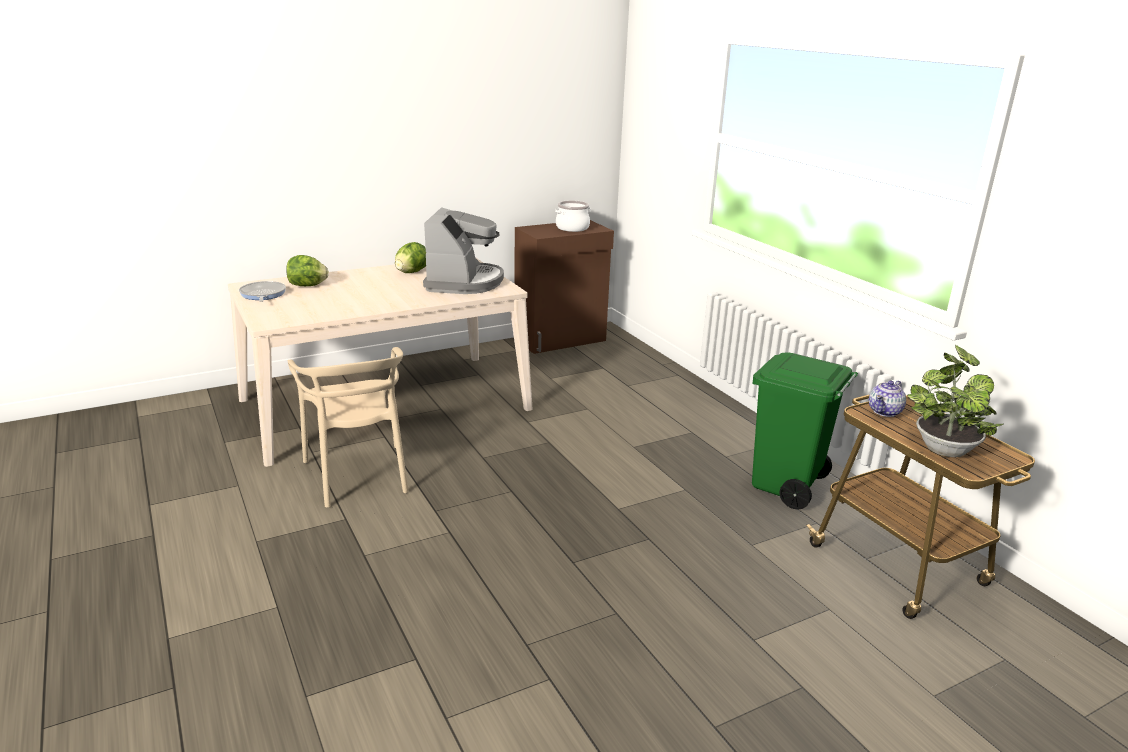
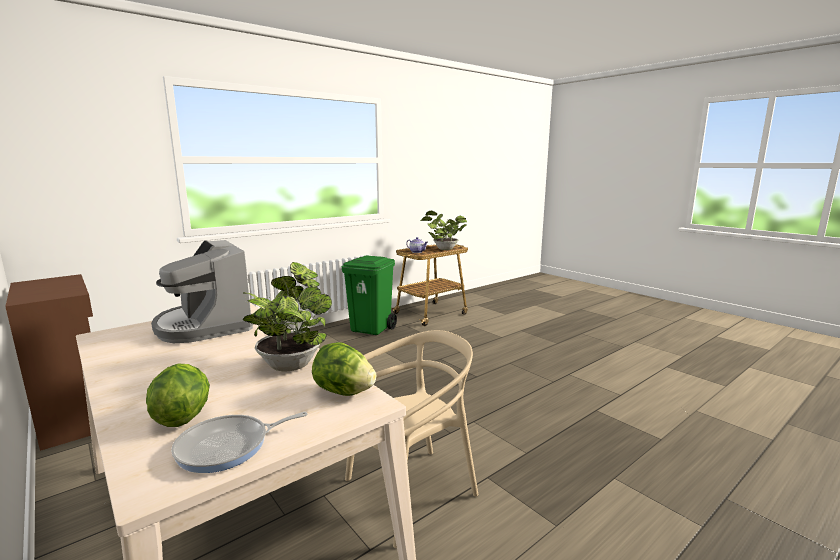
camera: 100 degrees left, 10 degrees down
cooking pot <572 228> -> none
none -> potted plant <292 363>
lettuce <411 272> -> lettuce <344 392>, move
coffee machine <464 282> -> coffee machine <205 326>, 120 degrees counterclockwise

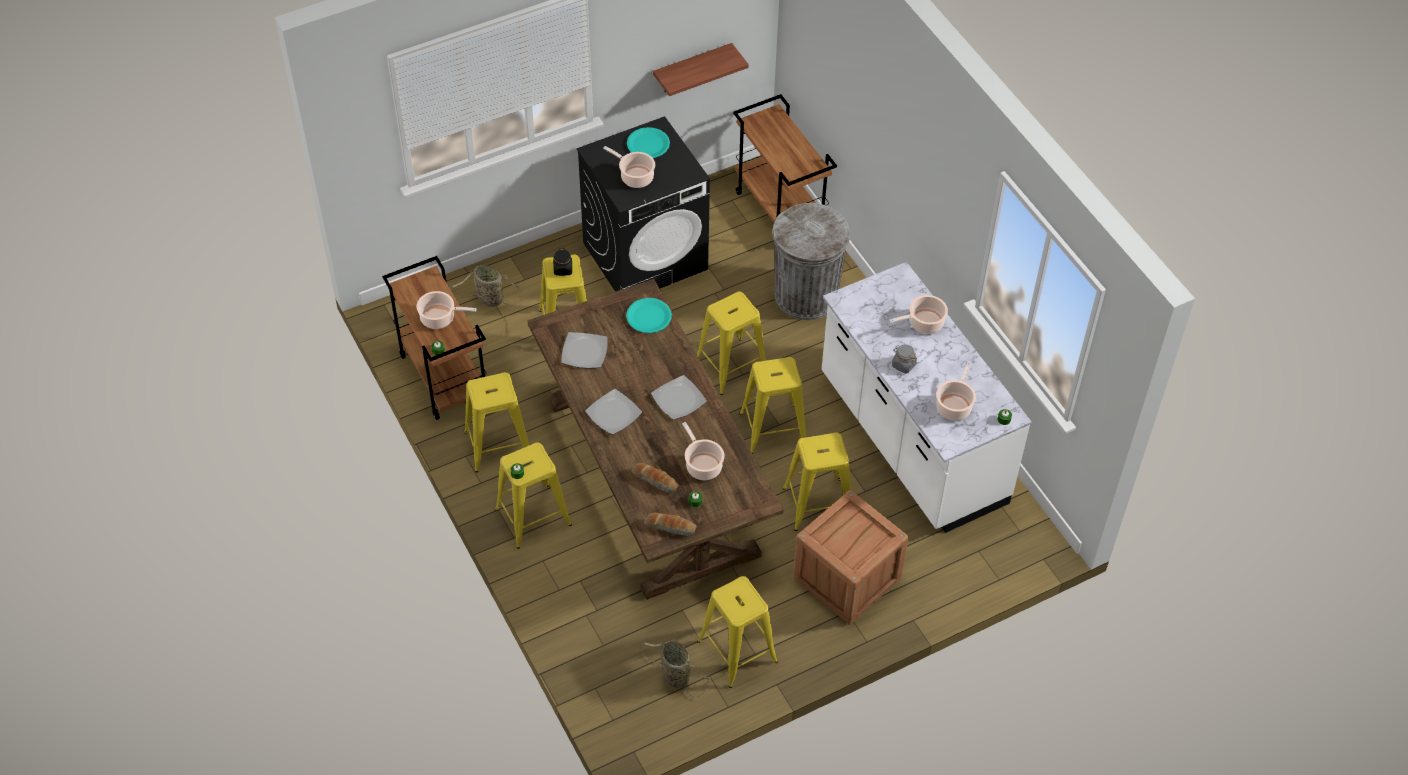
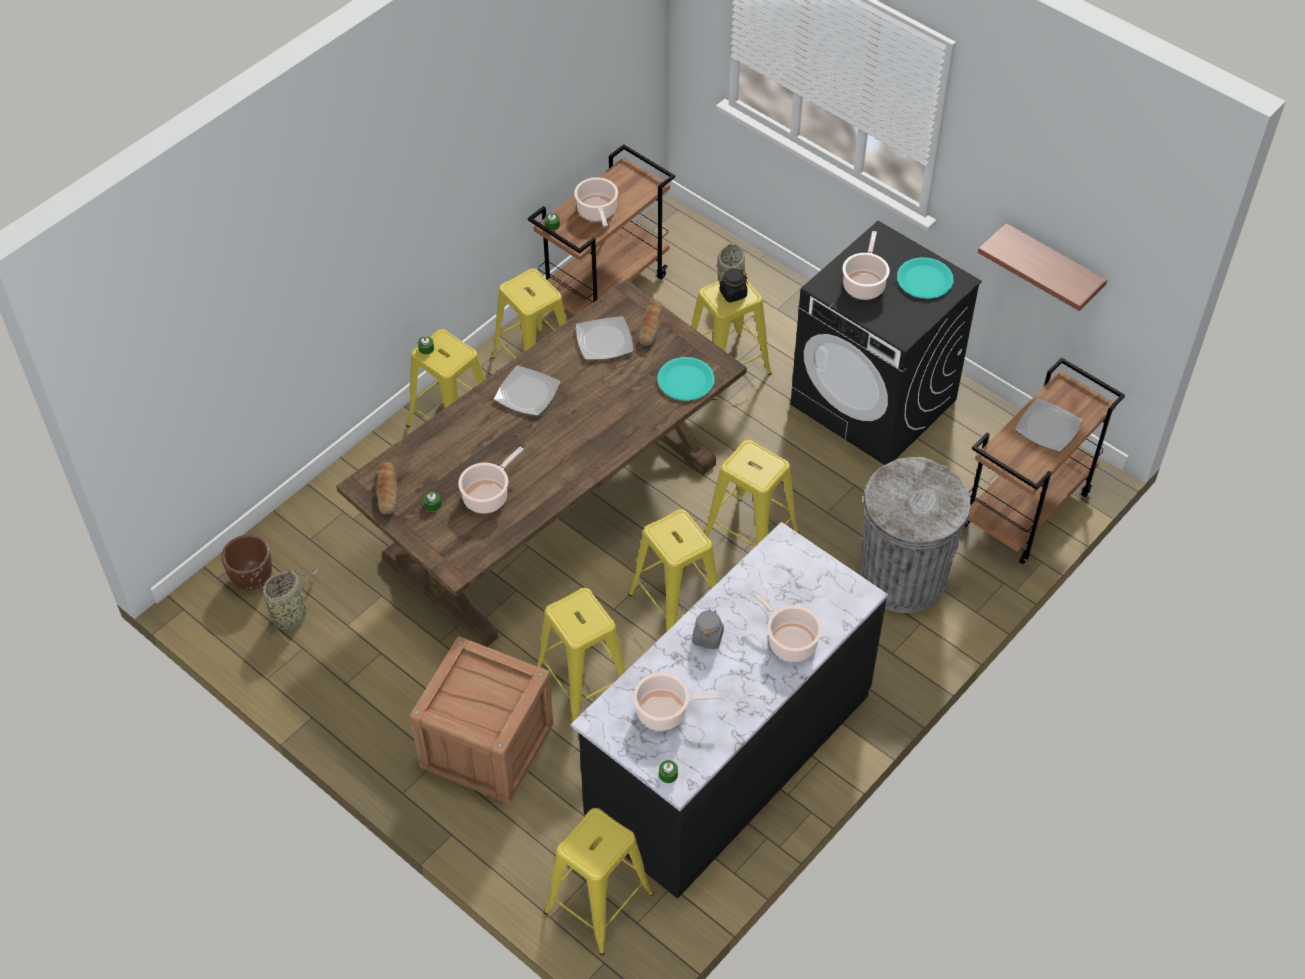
camera: 70 degrees right, 0 degrees up
none -> brown planter <252 578>
bread <655 480> -> bread <651 327>, move
plate <678 399> -> plate <1048 427>, move
yellow stool <737 651> -> yellow stool <598 902>, move
white counter <911 441> -> black counter <727 756>

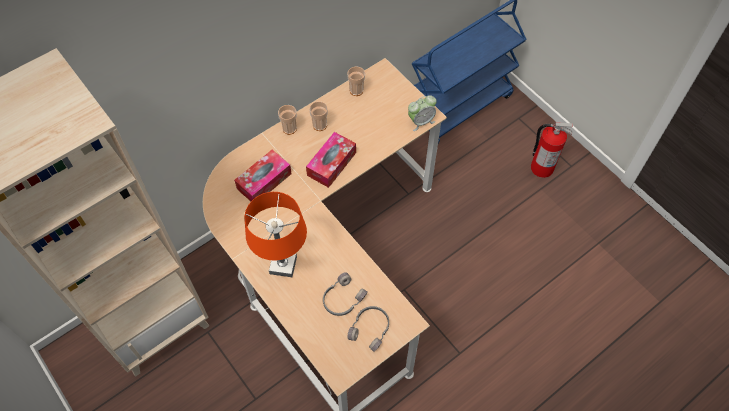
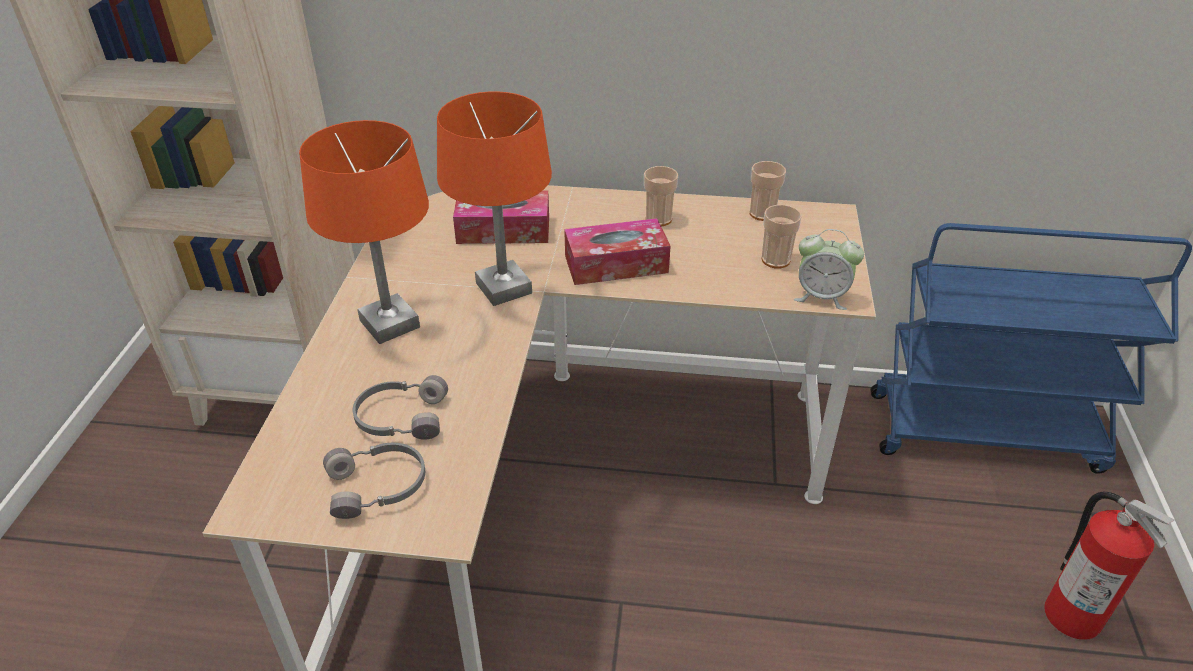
camera: 45 degrees right, 20 degrees down
none -> orange table lamp <503 288>
cup <289 128> -> cup <775 260>, move

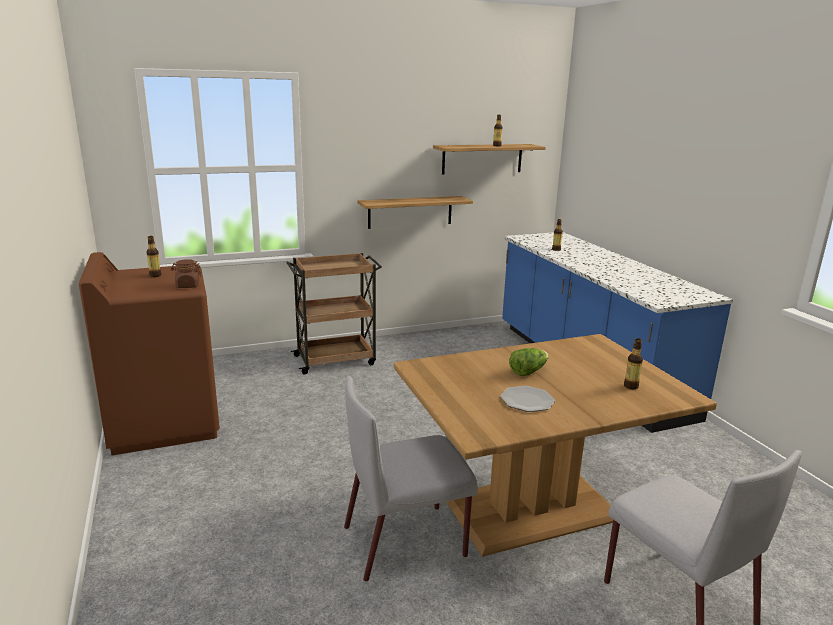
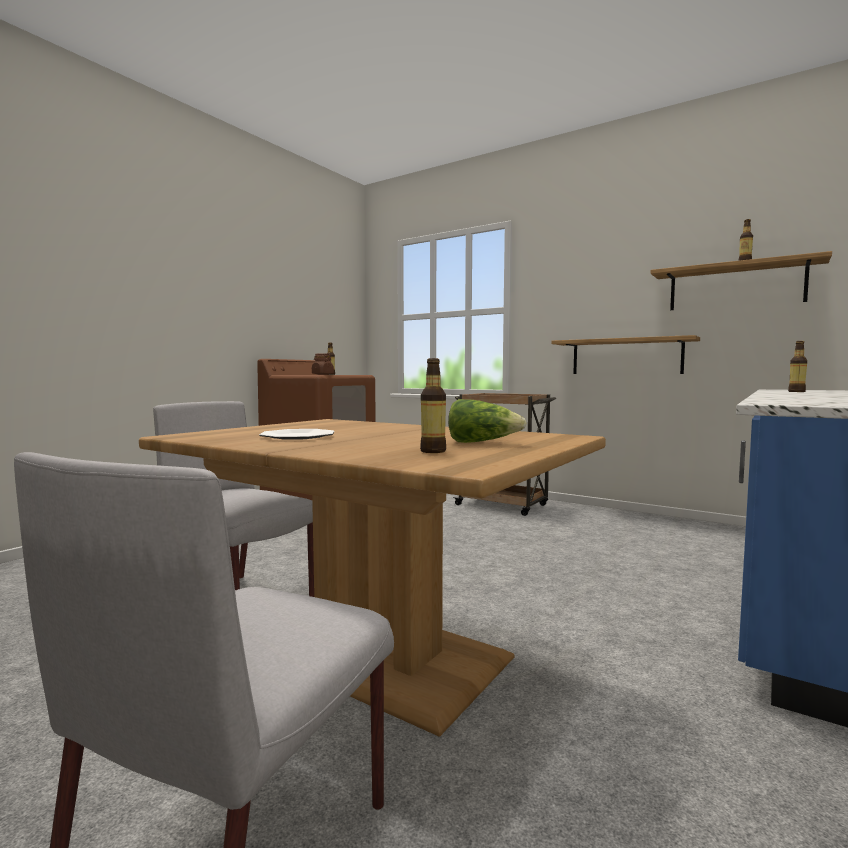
camera: 55 degrees right, 15 degrees down
lettuce <528 371> -> lettuce <482 443>, move

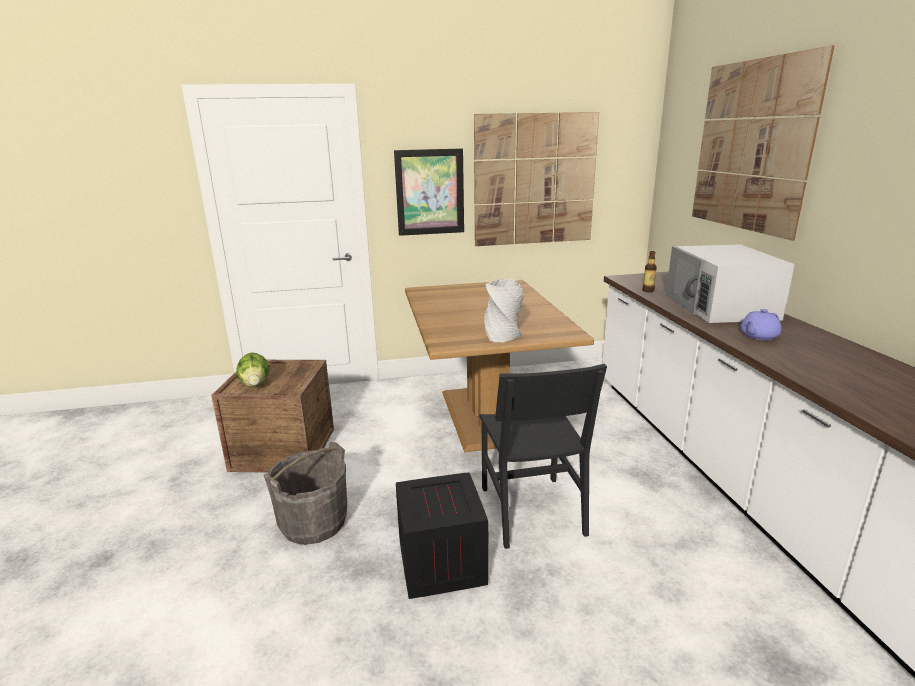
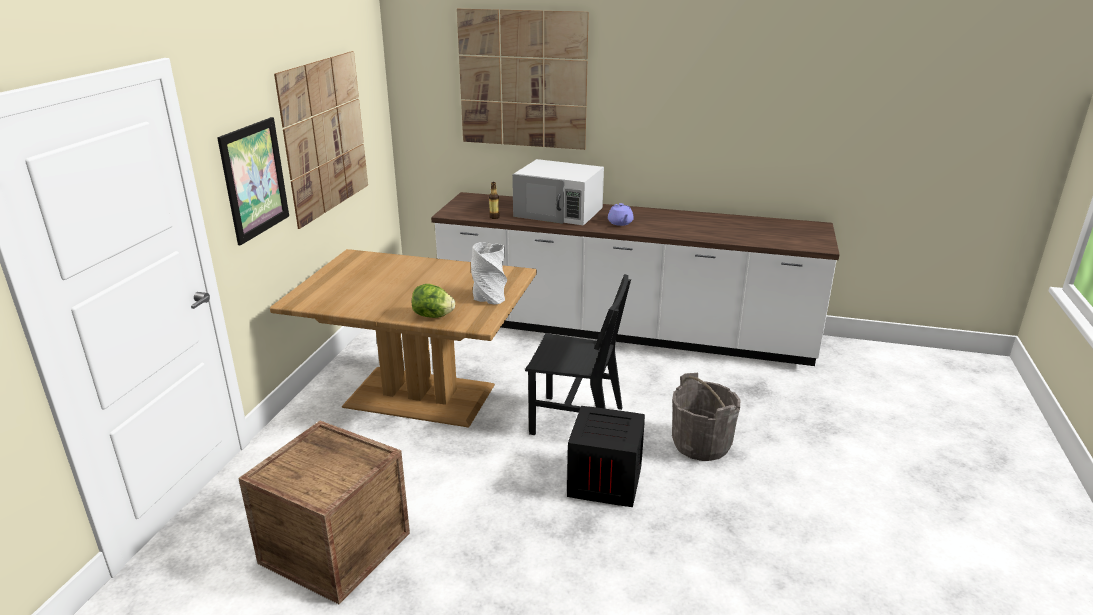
camera: 65 degrees left, 5 degrees up
lettuce <255 384> -> lettuce <433 316>, move
grey bucket <314 523> -> grey bucket <701 444>, move

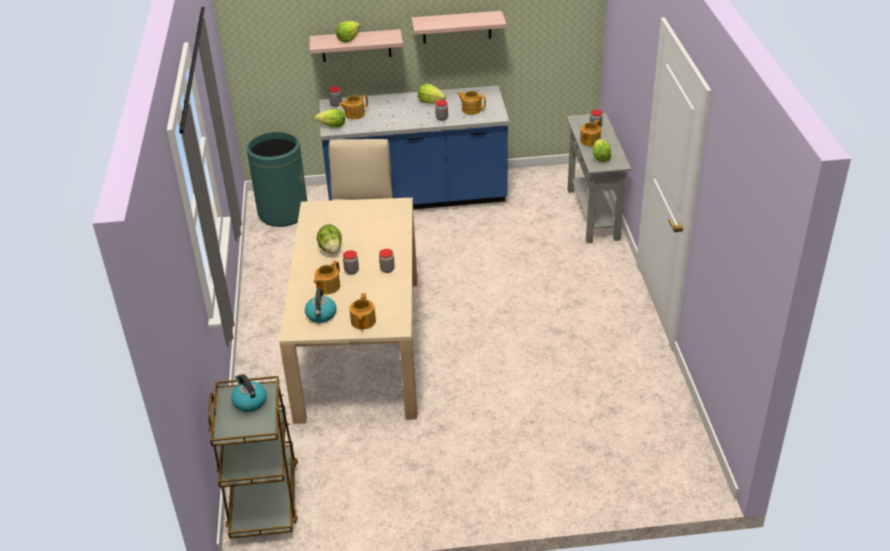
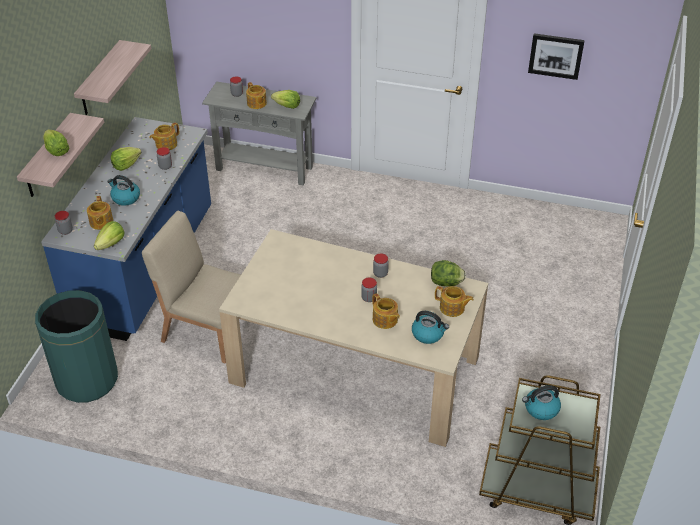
camera: 70 degrees left, 5 degrees up
none -> kettle <125 198>
none -> picture <556 55>
lettuce <331 249> -> lettuce <446 283>, move

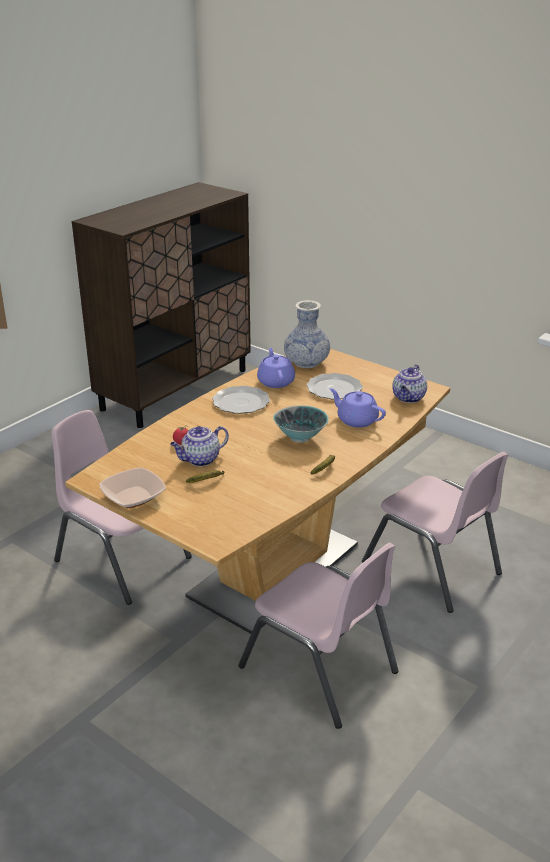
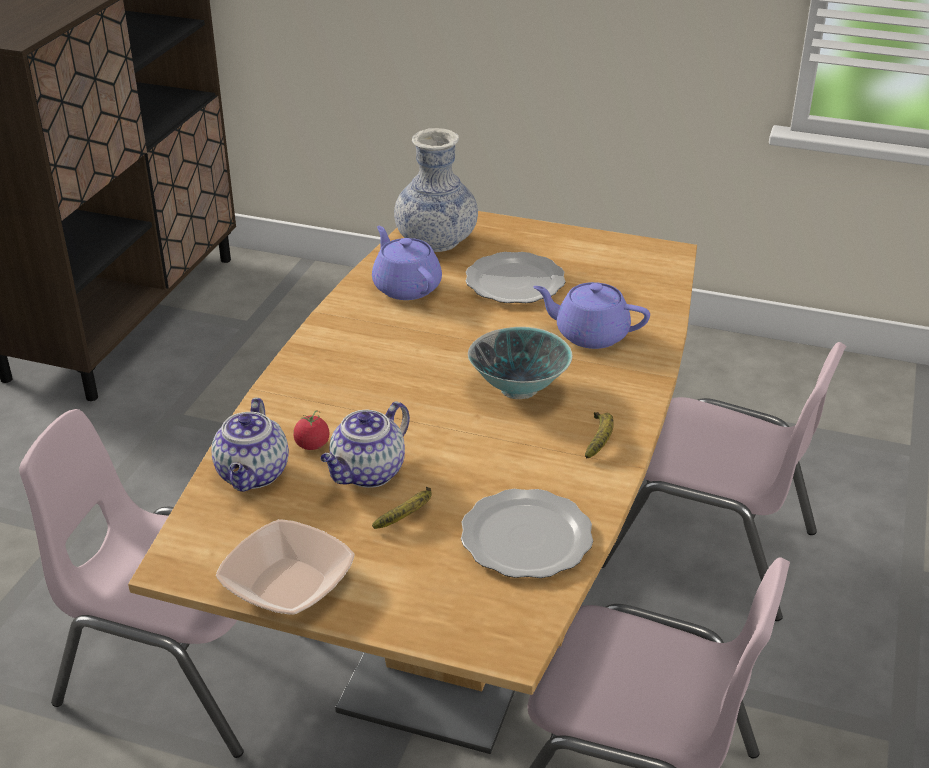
camera: 20 degrees left, 5 degrees up
plate <240 402> -> plate <524 538>, move
teapot <408 398> -> teapot <253 475>, move

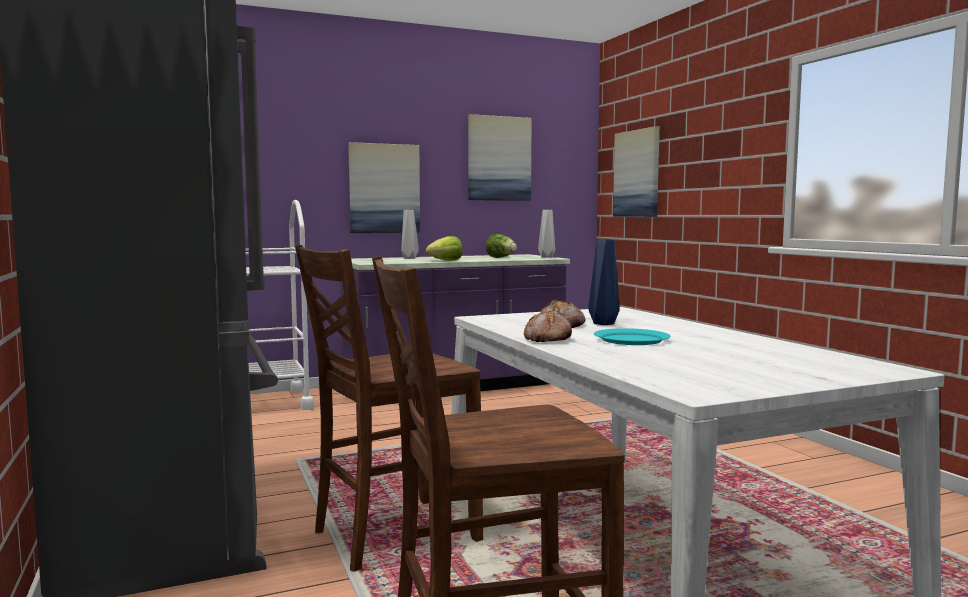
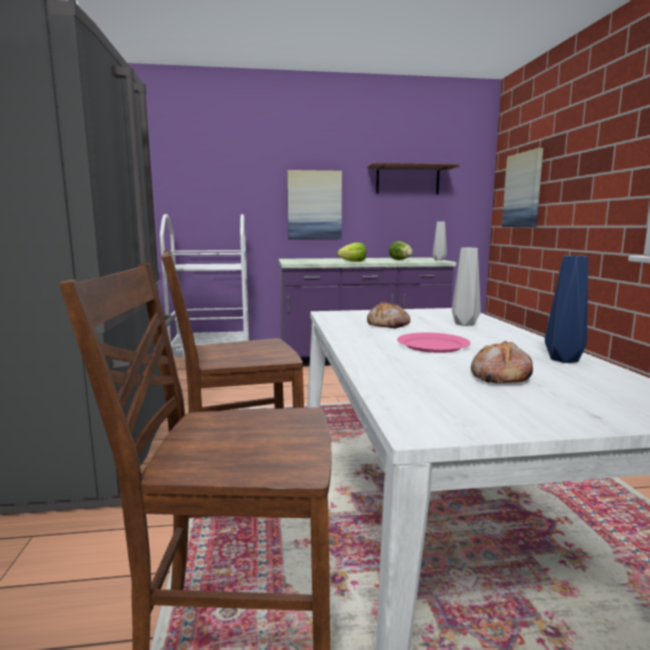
camera: 15 degrees right, 5 degrees up
grey vase <409 258> -> grey vase <465 324>, move
bread <546 339> -> bread <499 376>, move
blue vase <602 323> -> blue vase <562 359>, move
picture <499 158> -> shelf <407 180>
turquoise plate <631 340> -> pink plate <432 345>

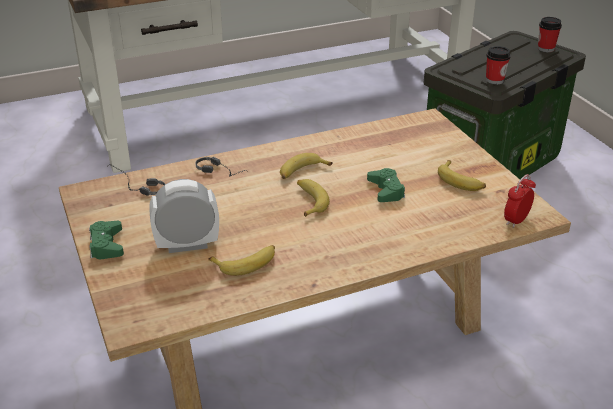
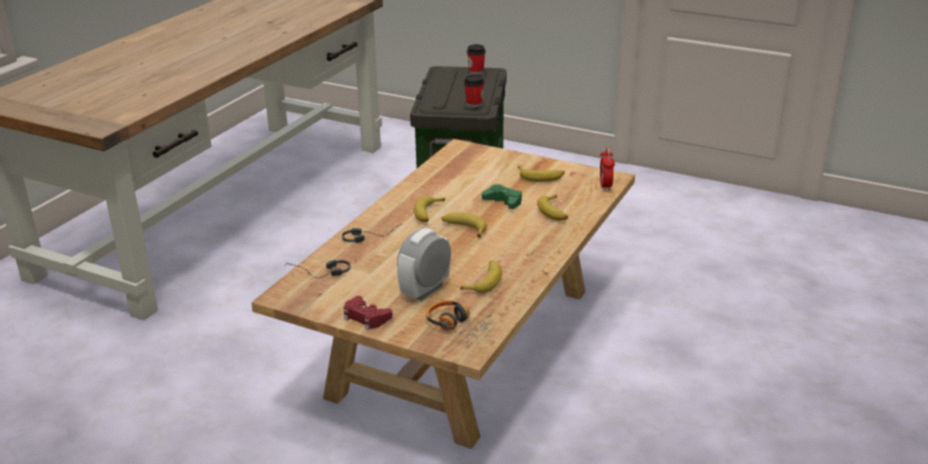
camera: 40 degrees left, 5 degrees down
none -> headphones <457 326>
none -> banana <554 212>
green game controller <107 245> -> red game controller <366 317>

